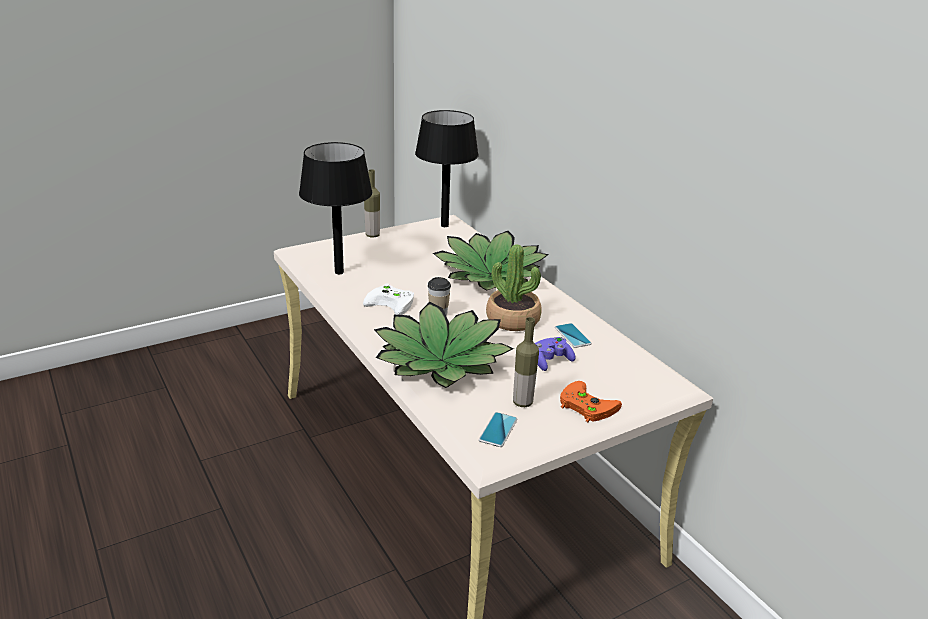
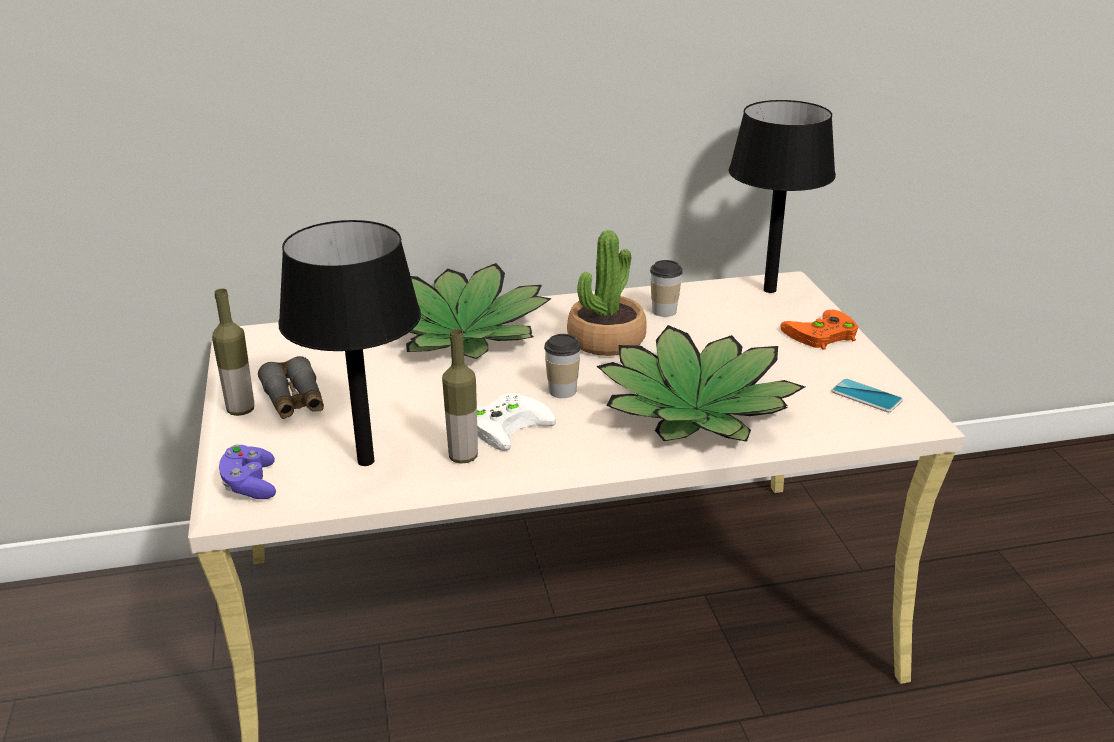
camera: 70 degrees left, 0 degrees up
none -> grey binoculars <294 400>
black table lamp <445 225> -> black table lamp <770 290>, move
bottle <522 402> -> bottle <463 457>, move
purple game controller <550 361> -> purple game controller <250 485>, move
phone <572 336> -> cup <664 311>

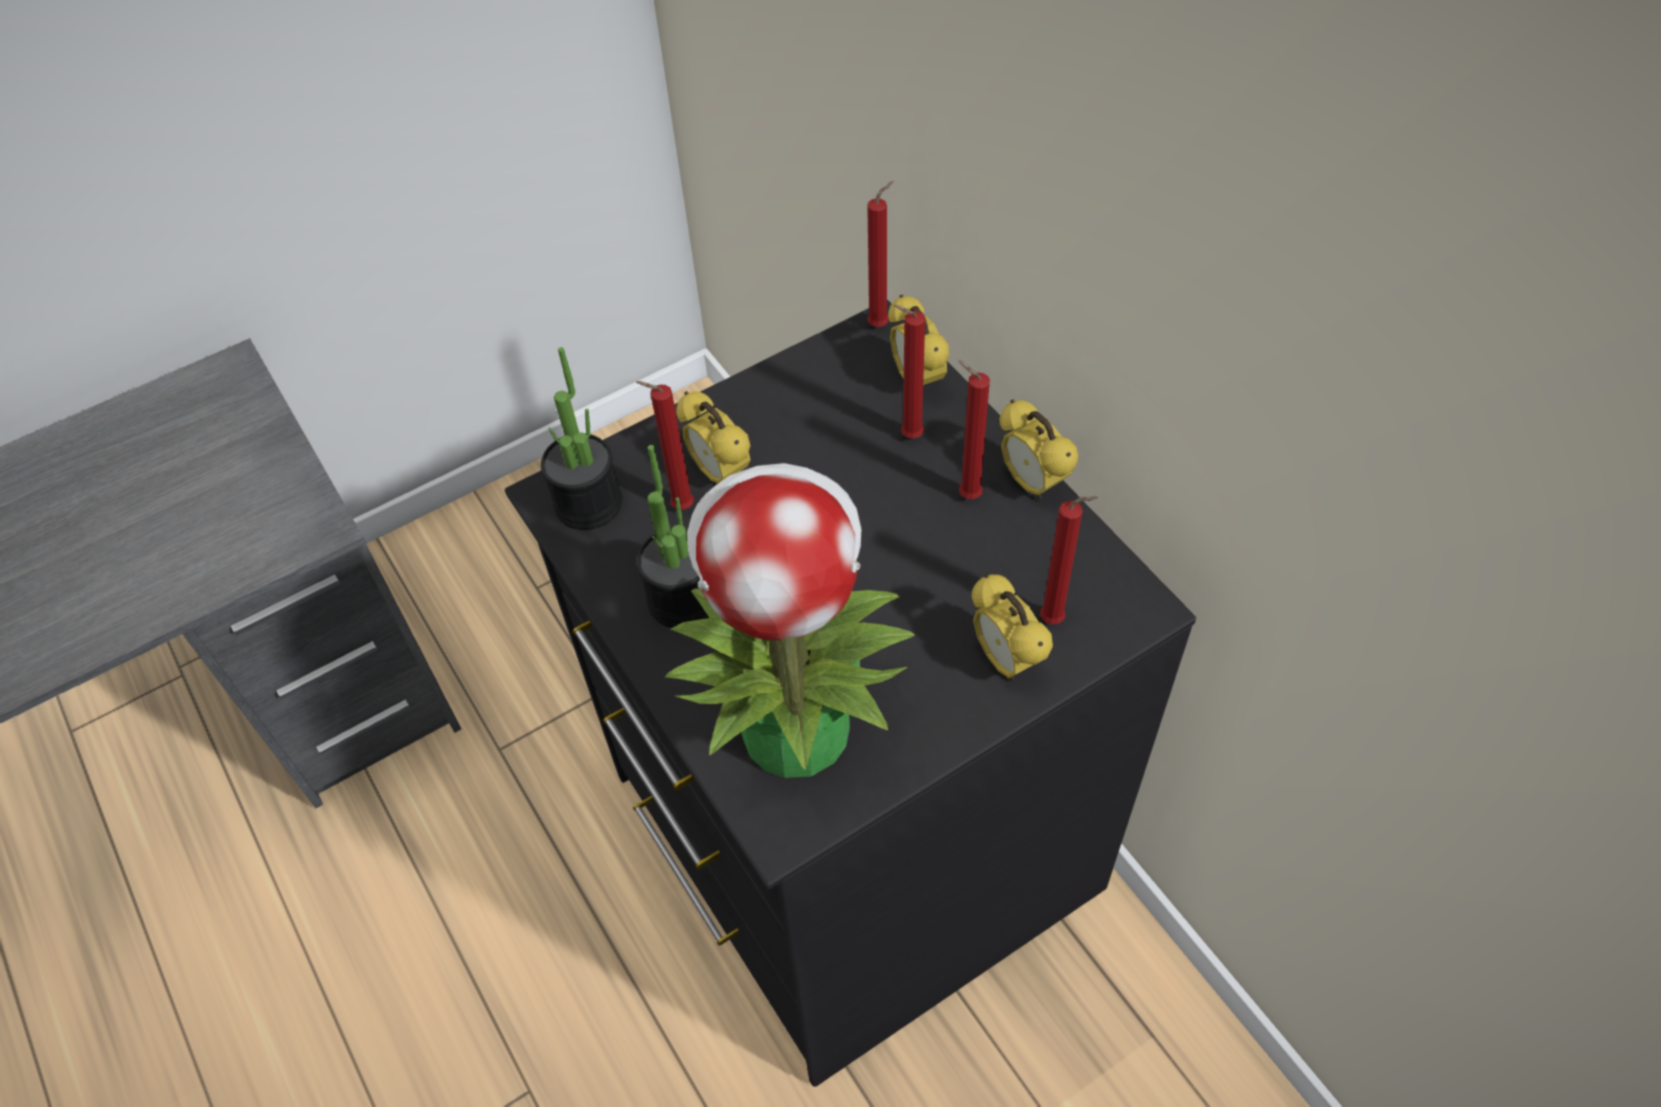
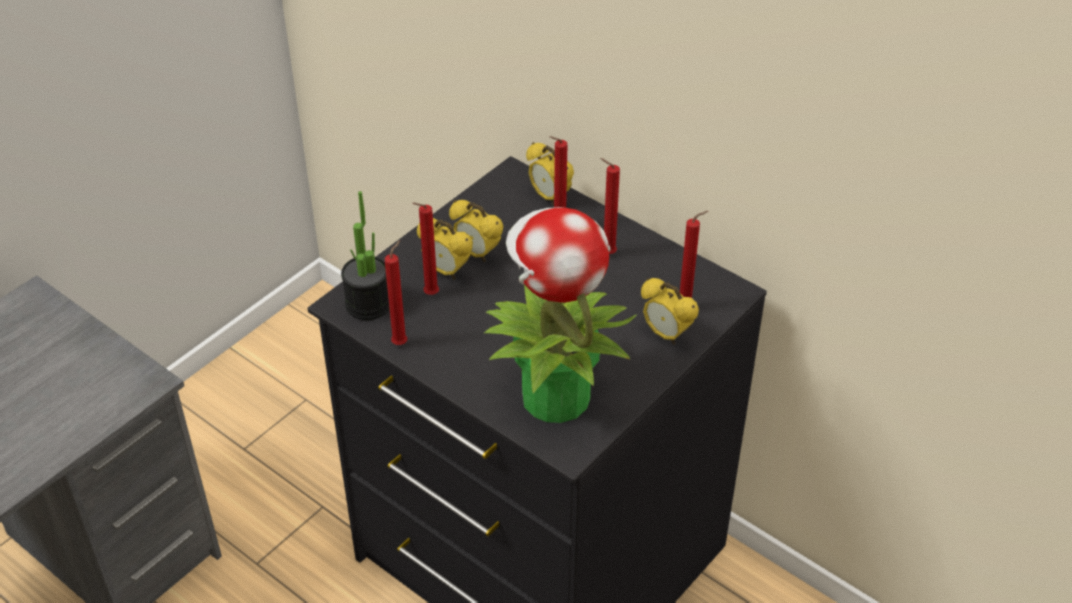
camera: 20 degrees left, 10 degrees down
potted plant <683 599> -> none
red candle <881 324> -> red candle <401 342>, move
alarm clock <1032 483> -> alarm clock <477 254>, move

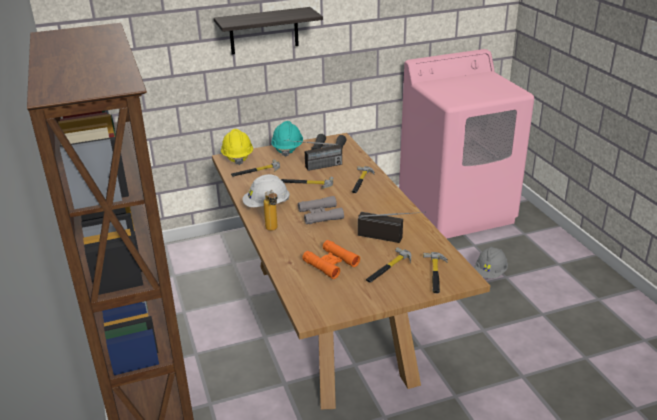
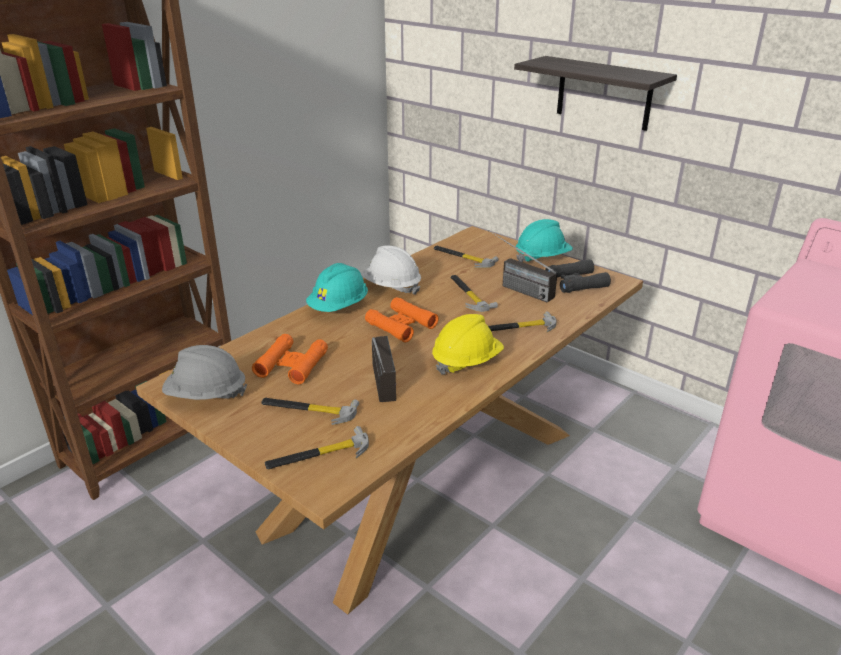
camera: 60 degrees right, 0 degrees up
yellow hard hat <237 157> -> yellow hard hat <466 362>, move
grey hard hat <490 273> -> grey hard hat <206 395>, move
bottle <273 230> -> turquoise hard hat <339 307>
grey binoculars <320 215> -> orange binoculars <401 325>

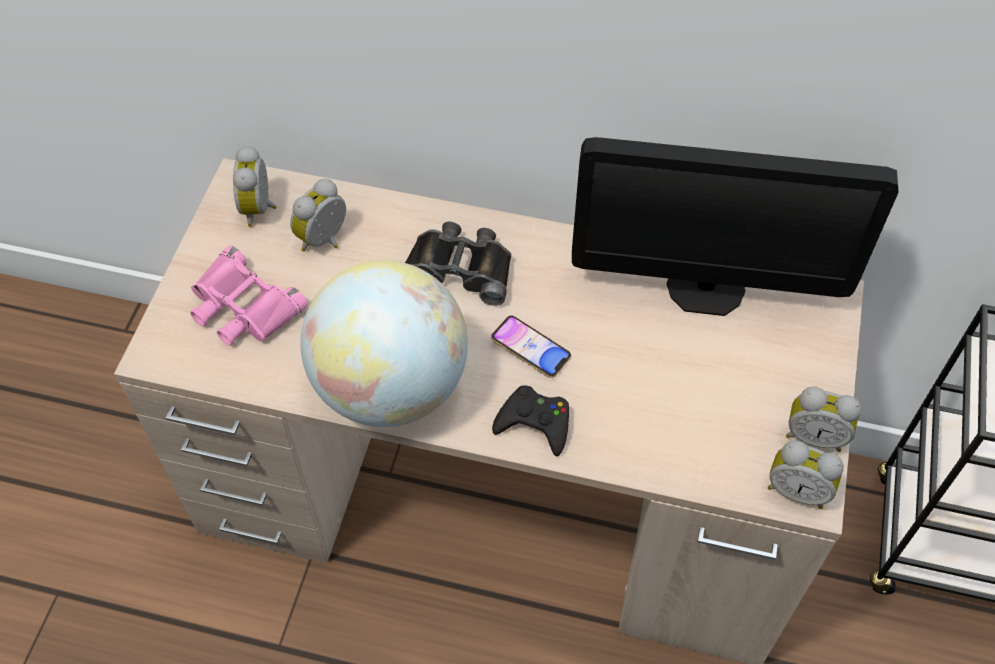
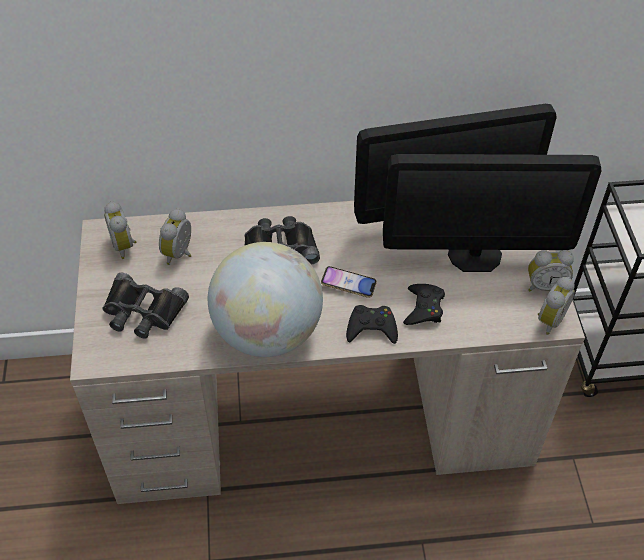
camera: 20 degrees left, 5 degrees down
none -> monitor <474 254>
none -> black game controller <424 308>
pink binoculars <243 307> -> black binoculars <142 311>
alarm clock <797 489> -> alarm clock <548 319>, 60 degrees counterclockwise

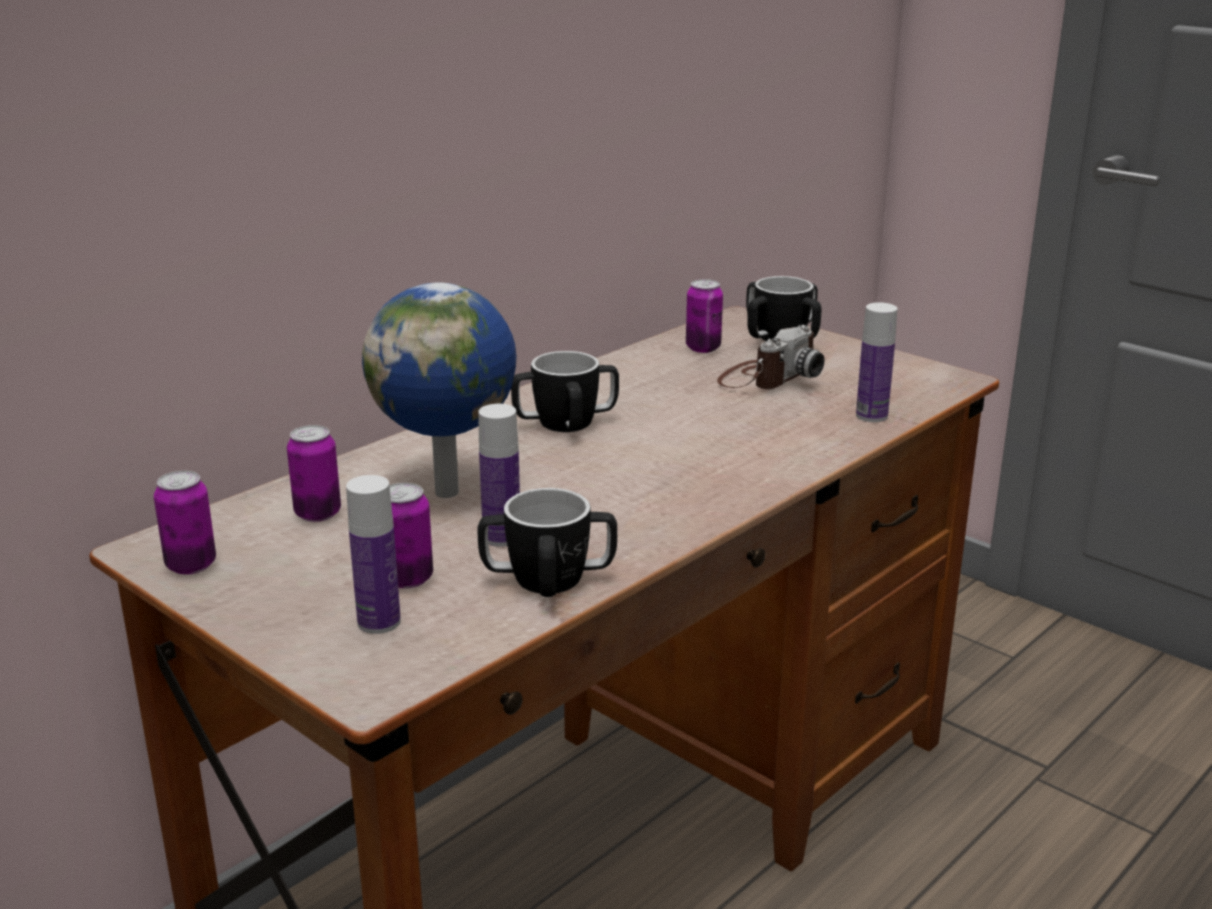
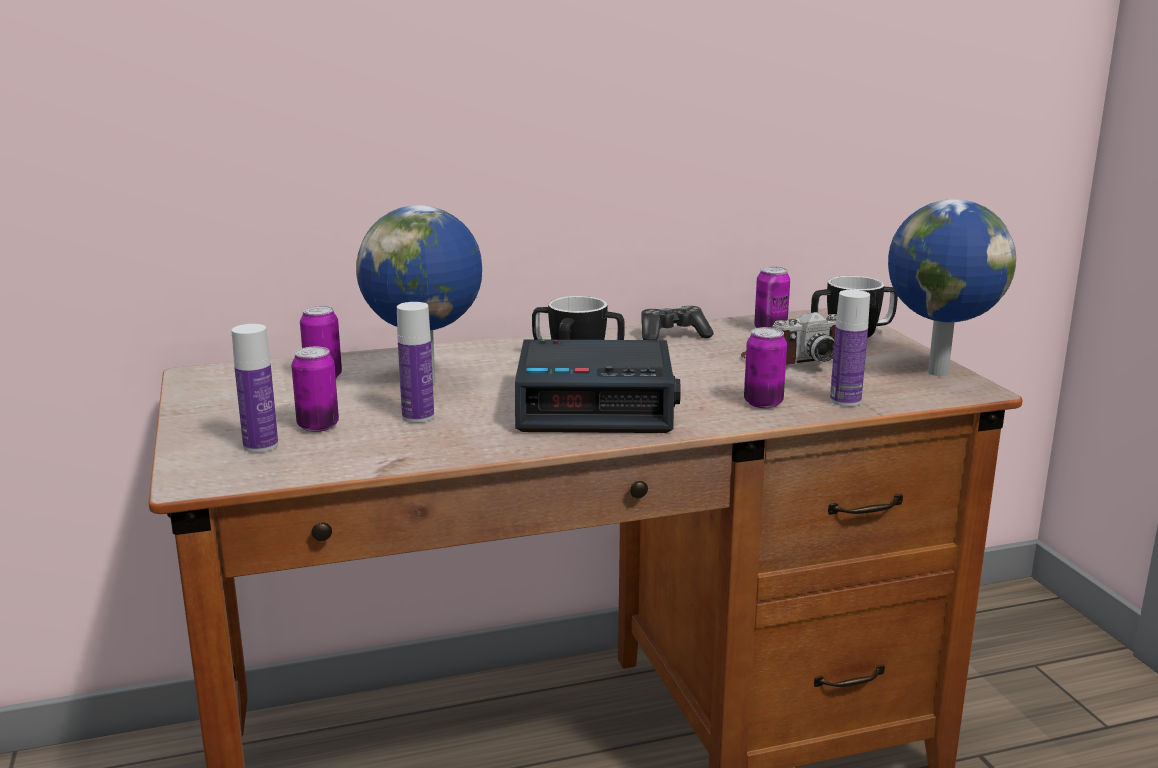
camera: 30 degrees right, 5 degrees down
mug <548 580> -> none
none -> alarm clock <596 405>
none -> game controller <672 335>
none -> globe <935 372>
can <191 565> -> can <763 403>, move

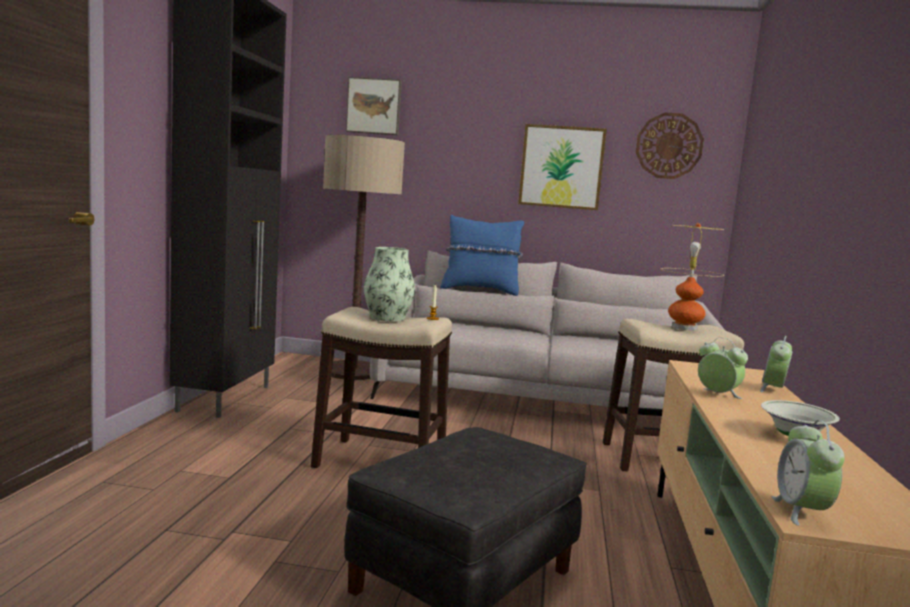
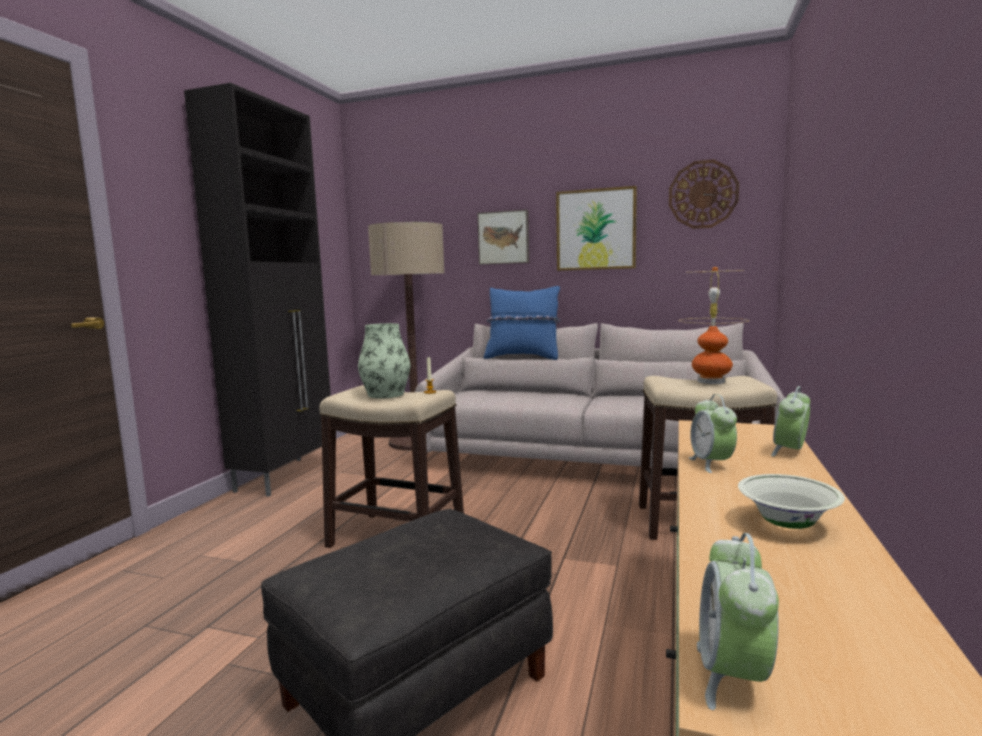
camera: 10 degrees right, 0 degrees up
picture <374 106> -> picture <504 238>, move
alarm clock <717 395> -> alarm clock <711 464>, 150 degrees counterclockwise

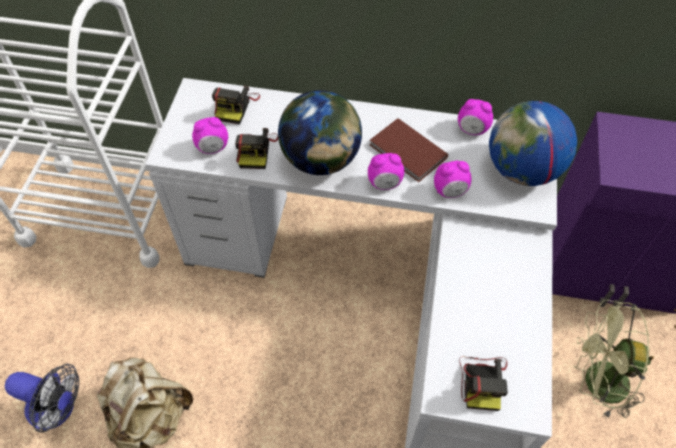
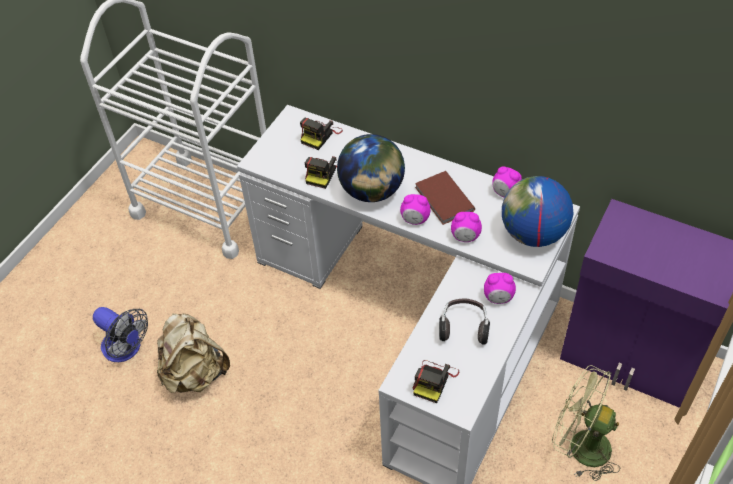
camera: 20 degrees right, 5 degrees down
none -> headphones <464 327>
alarm clock <213 148> -> alarm clock <498 298>, move

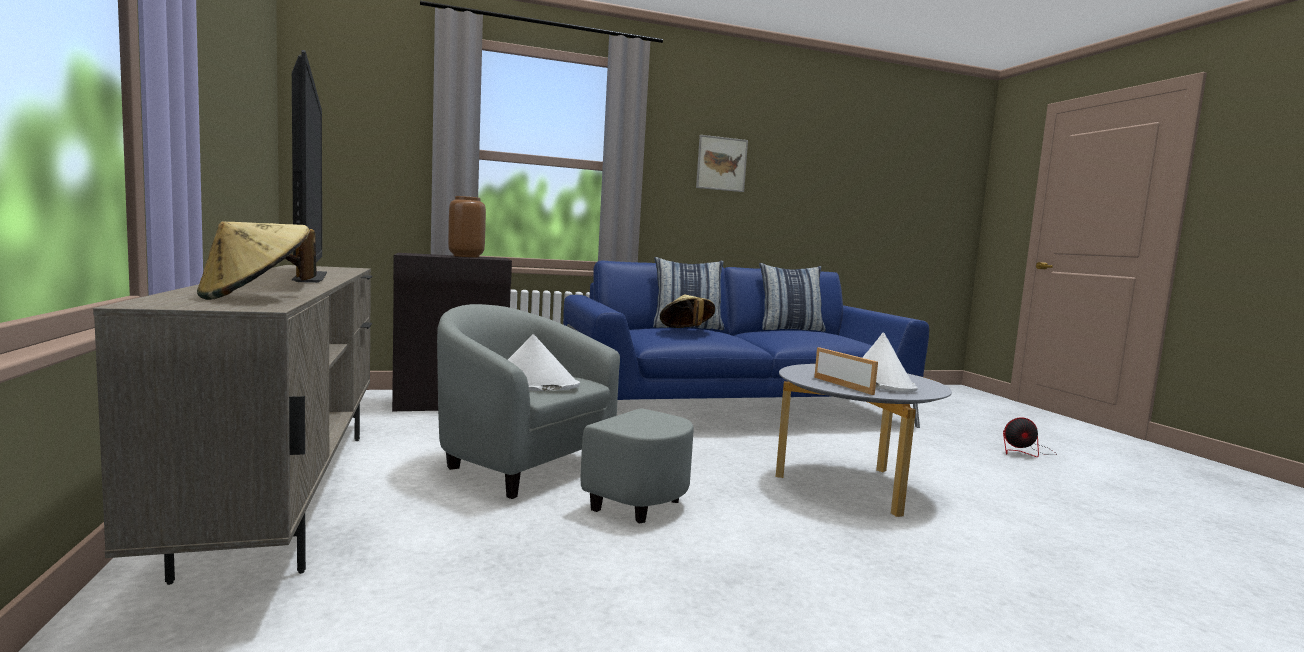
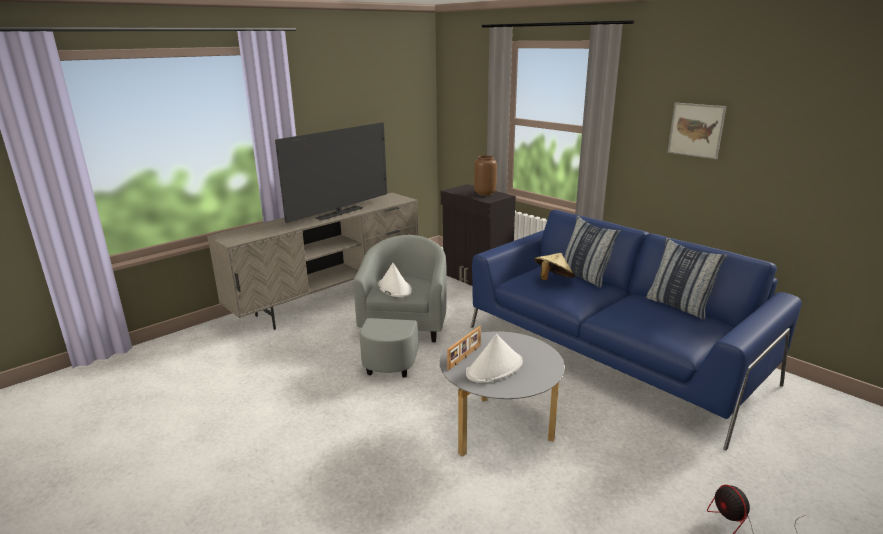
camera: 65 degrees right, 15 degrees up
beige hat <256 297> -> none

